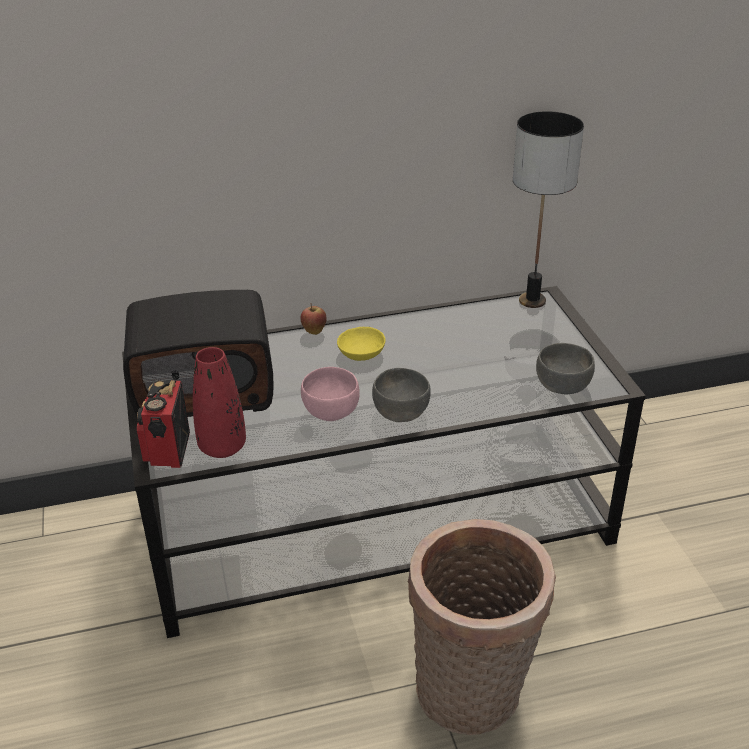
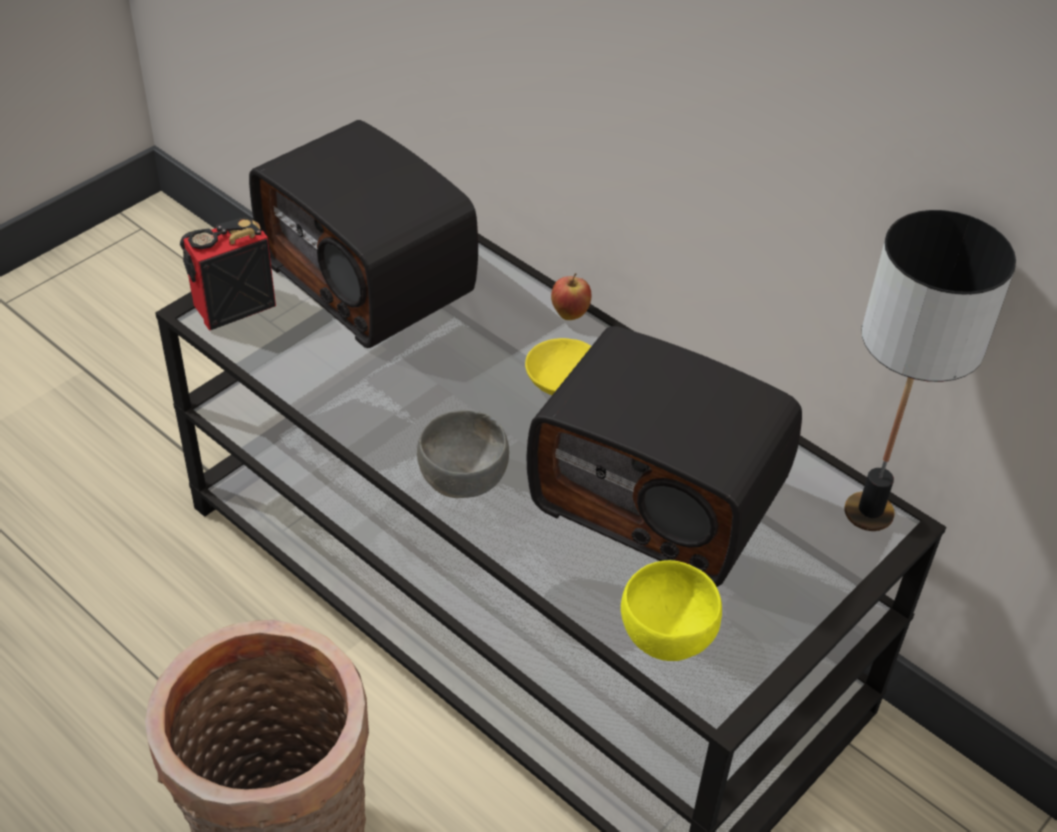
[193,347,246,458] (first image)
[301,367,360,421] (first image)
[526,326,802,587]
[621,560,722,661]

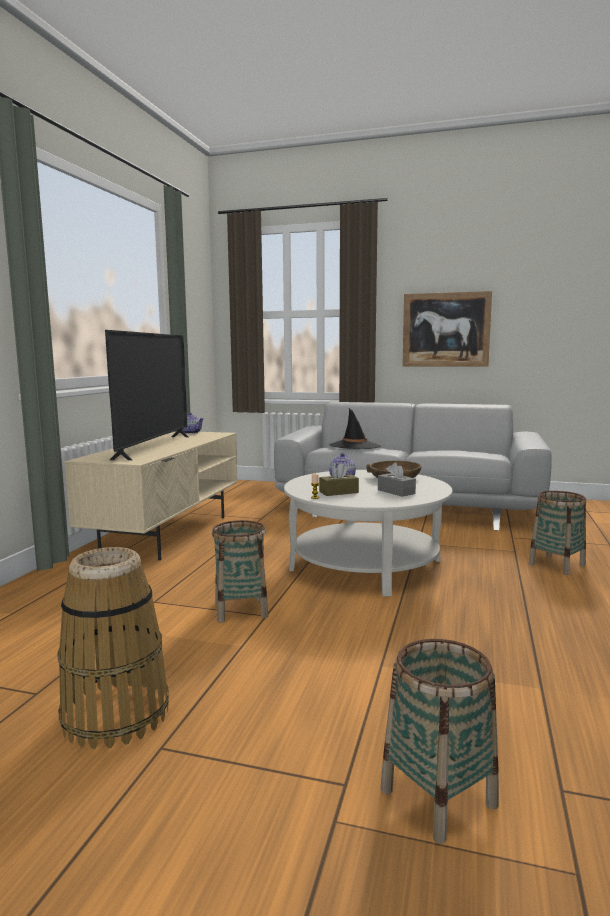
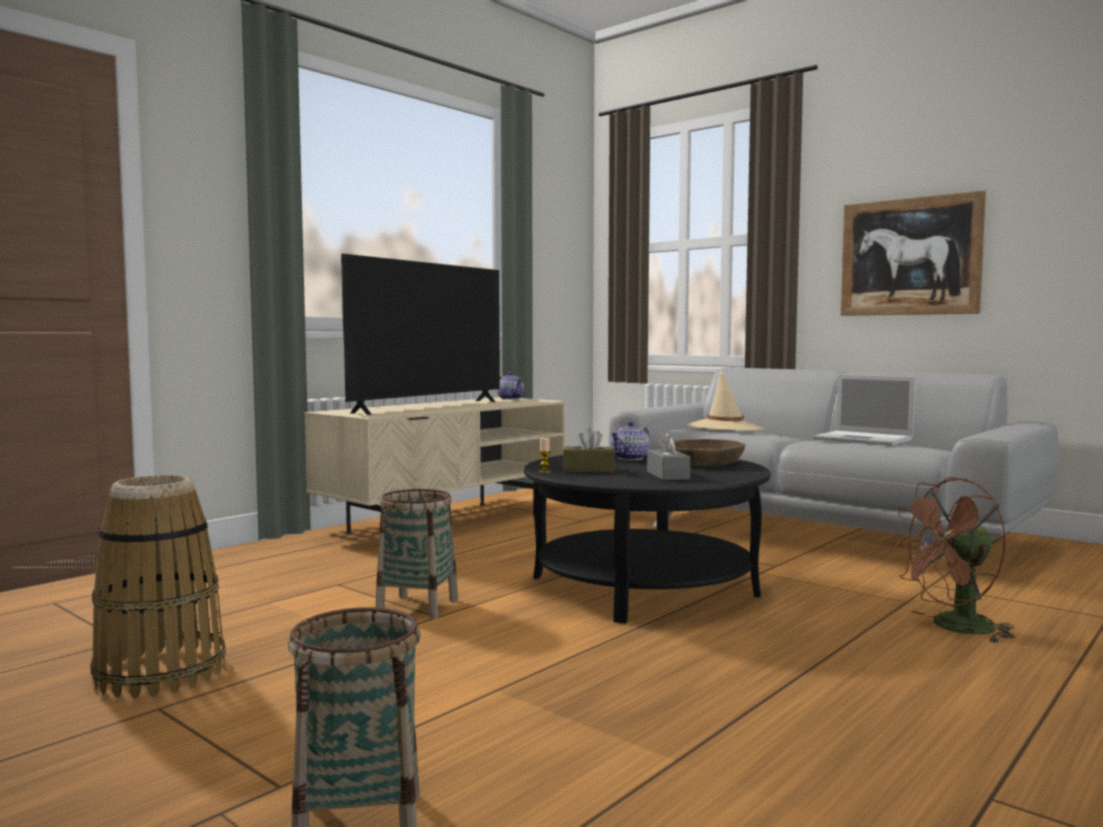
[813,374,916,446]
[891,477,1015,643]
[524,455,770,623]
[687,371,764,431]

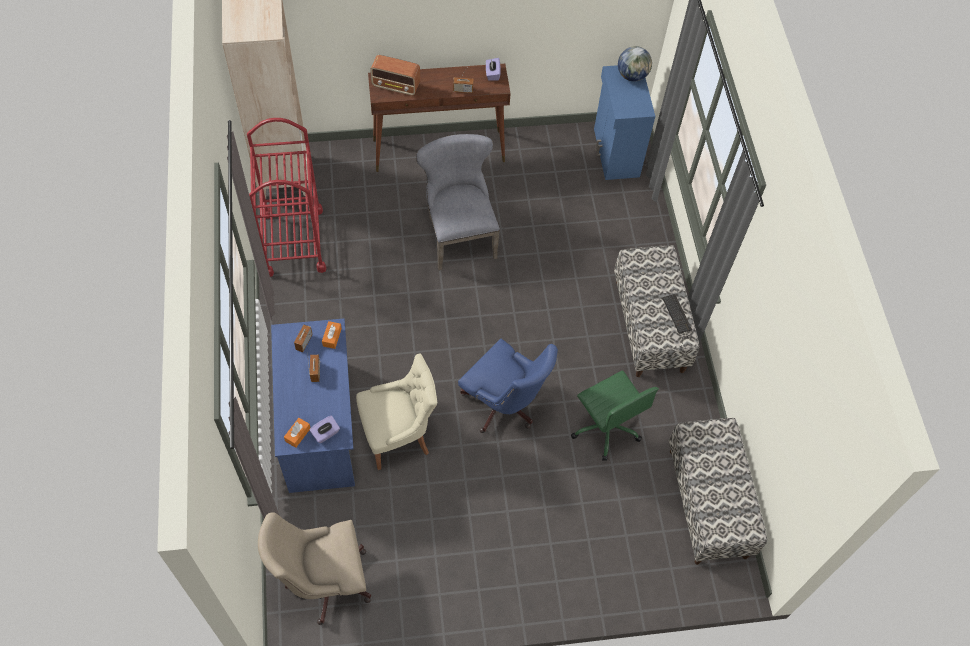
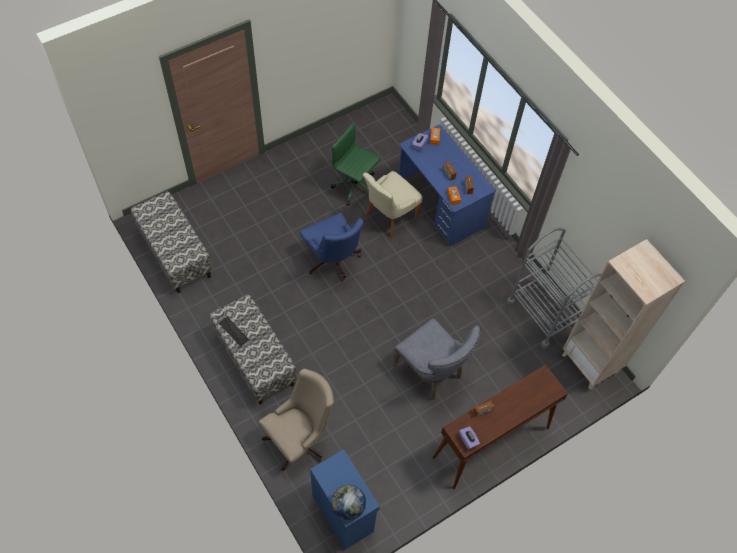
[370,55,420,95] (first image)
[259,369,334,471]
[331,123,380,205]
[506,227,602,349]
[300,213,364,281]

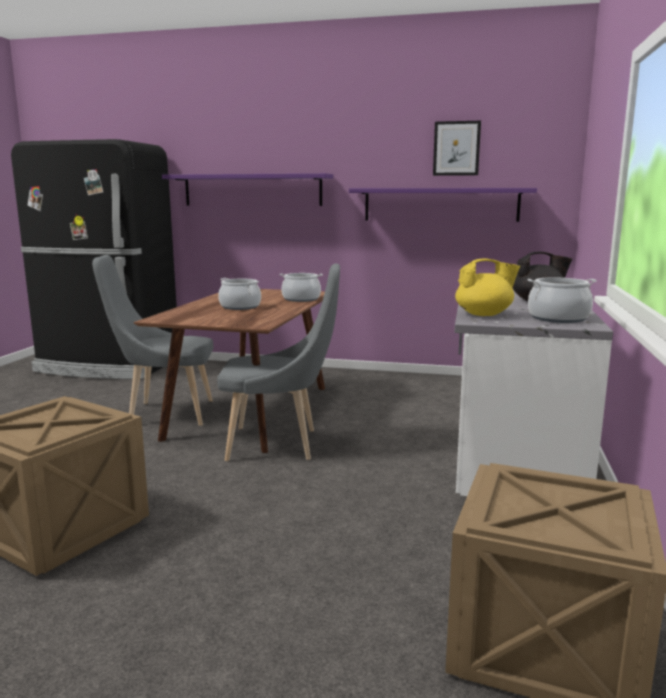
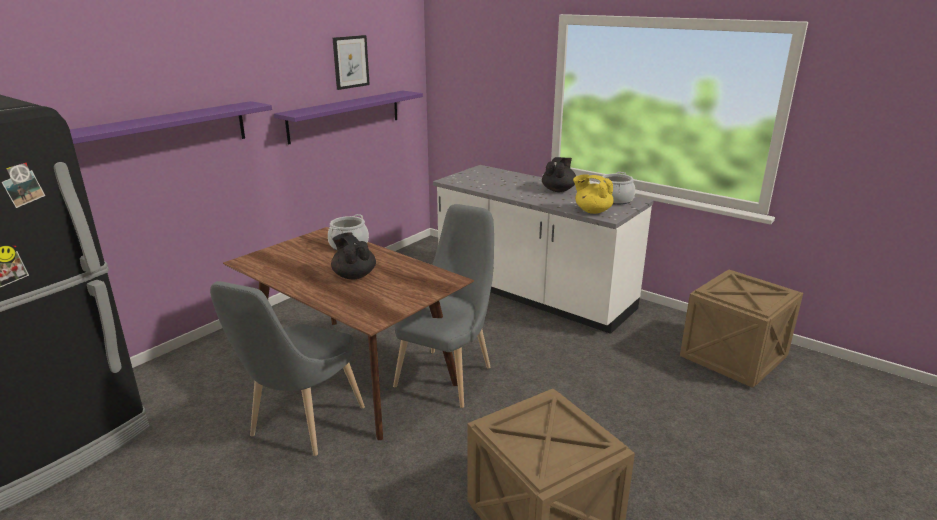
[331,232,376,279]
[573,174,614,214]

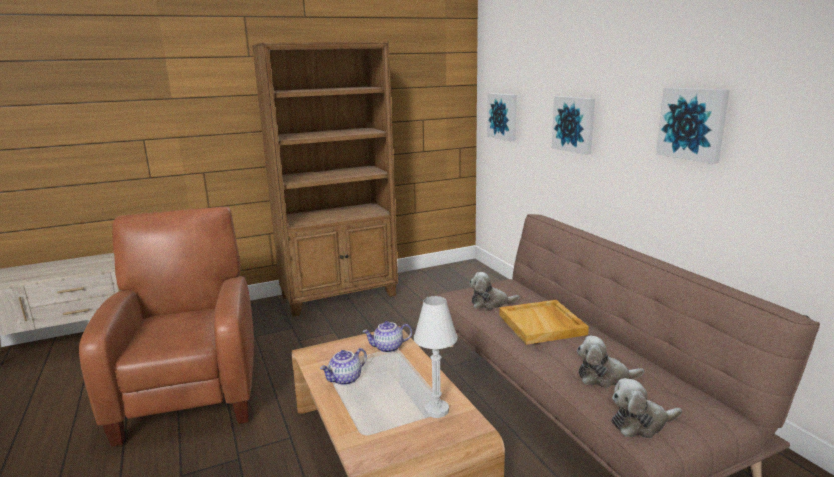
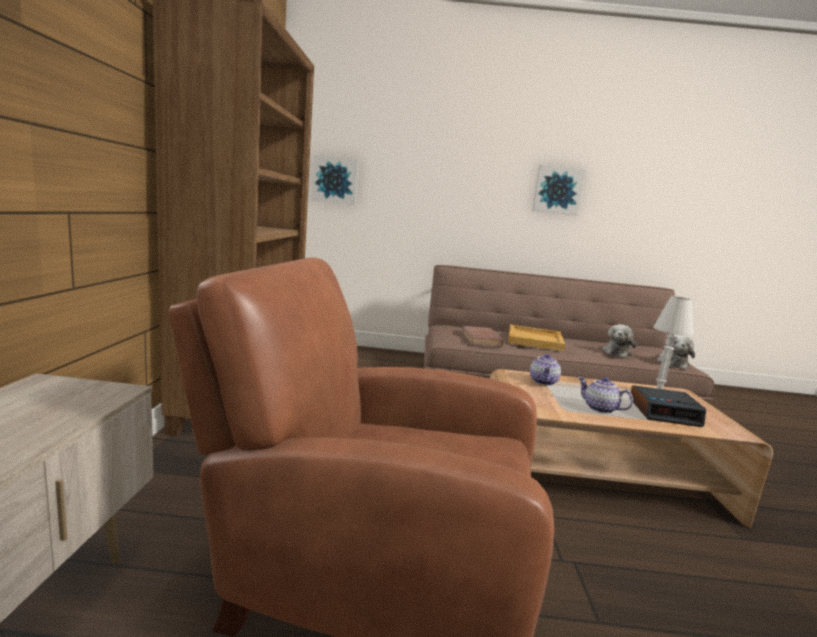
[552,96,595,155] (first image)
[630,385,706,427]
[461,326,503,347]
[578,377,633,414]

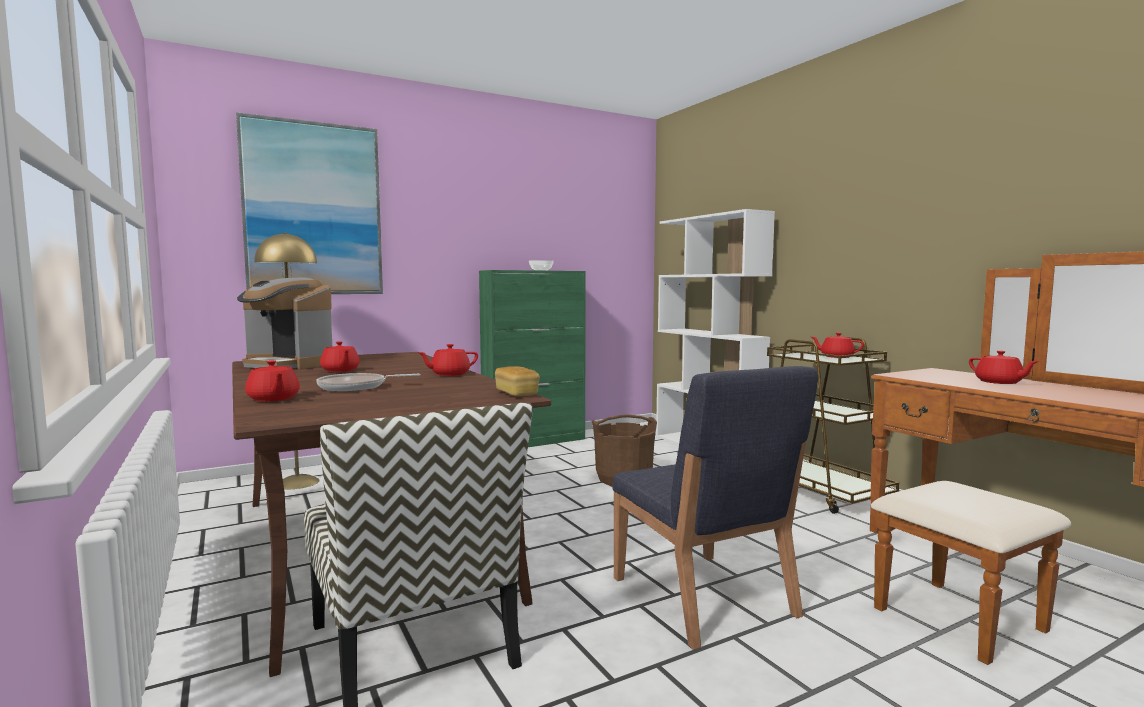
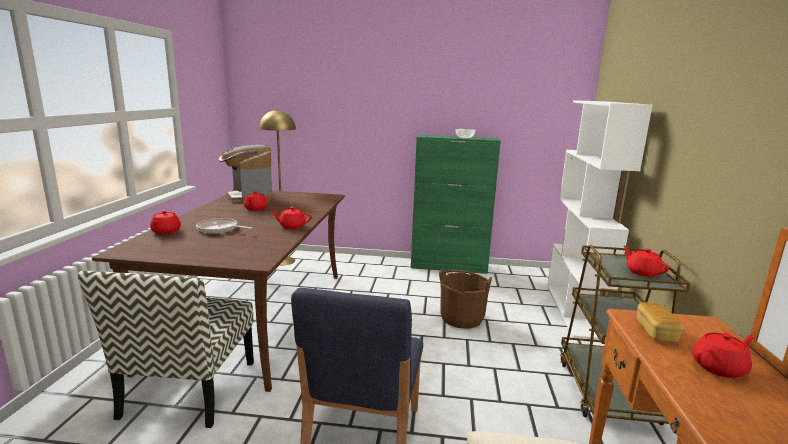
[236,112,383,294] (first image)
[637,302,684,342]
[693,332,755,378]

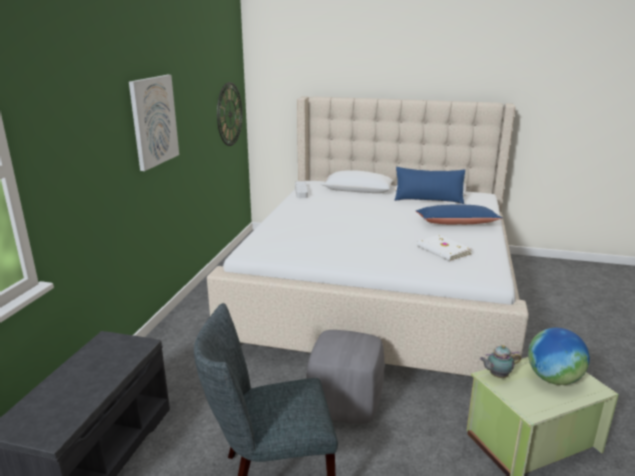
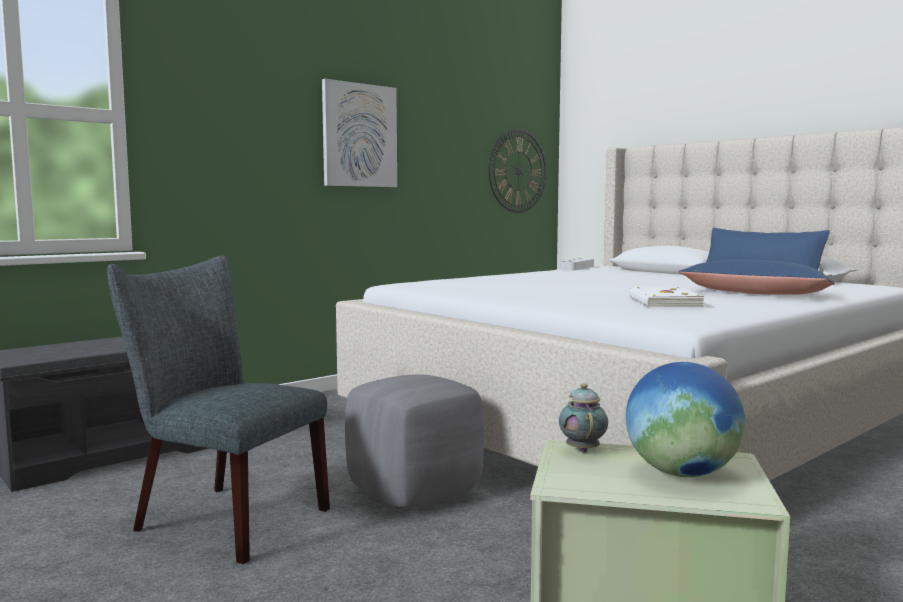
[559,383,608,452]

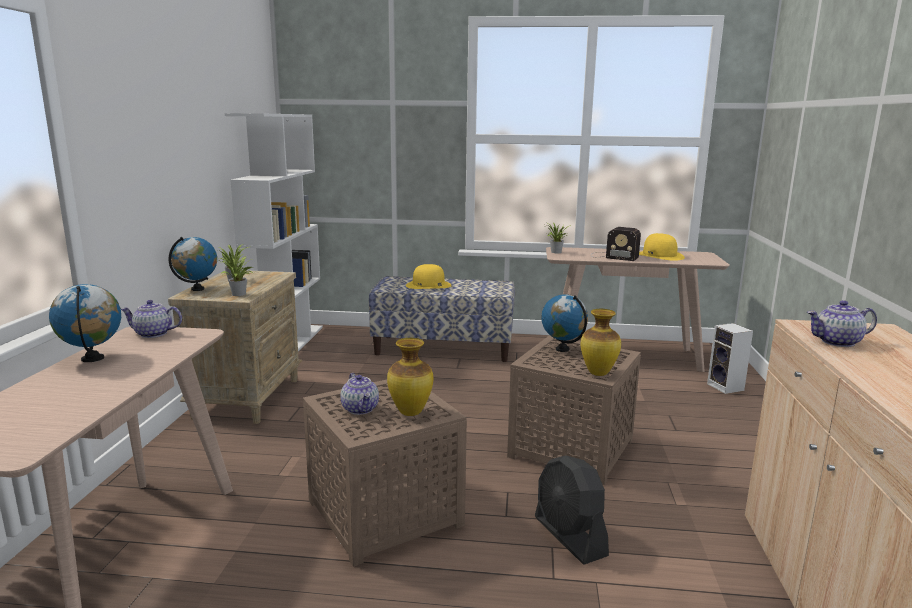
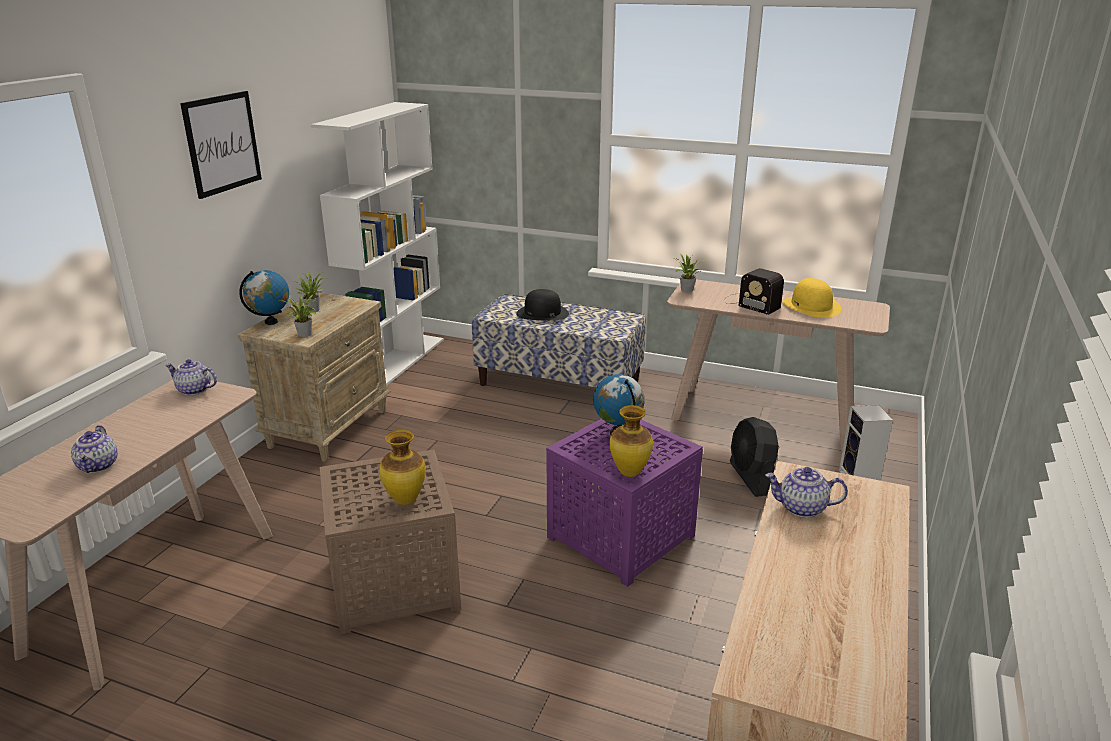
[49,284,121,362] (first image)
[180,91,262,199]
[71,425,118,473]
[730,417,779,497]
[517,289,569,321]
[546,418,703,587]

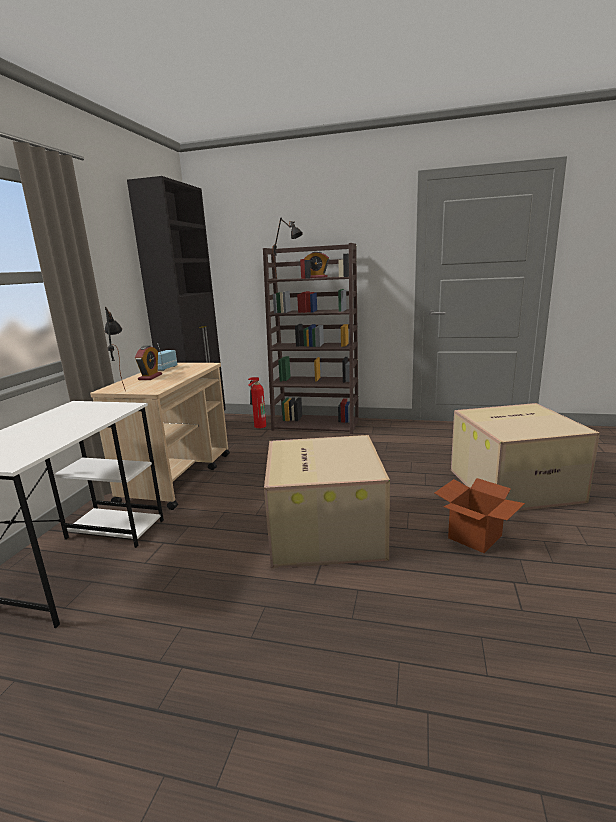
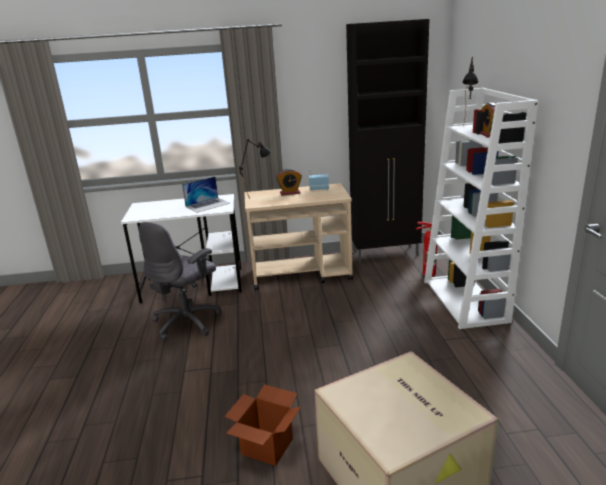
[264,435,390,568] (first image)
[139,222,221,341]
[182,177,230,213]
[424,88,538,329]

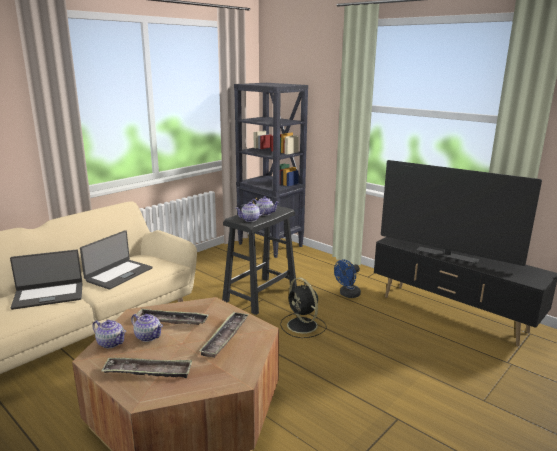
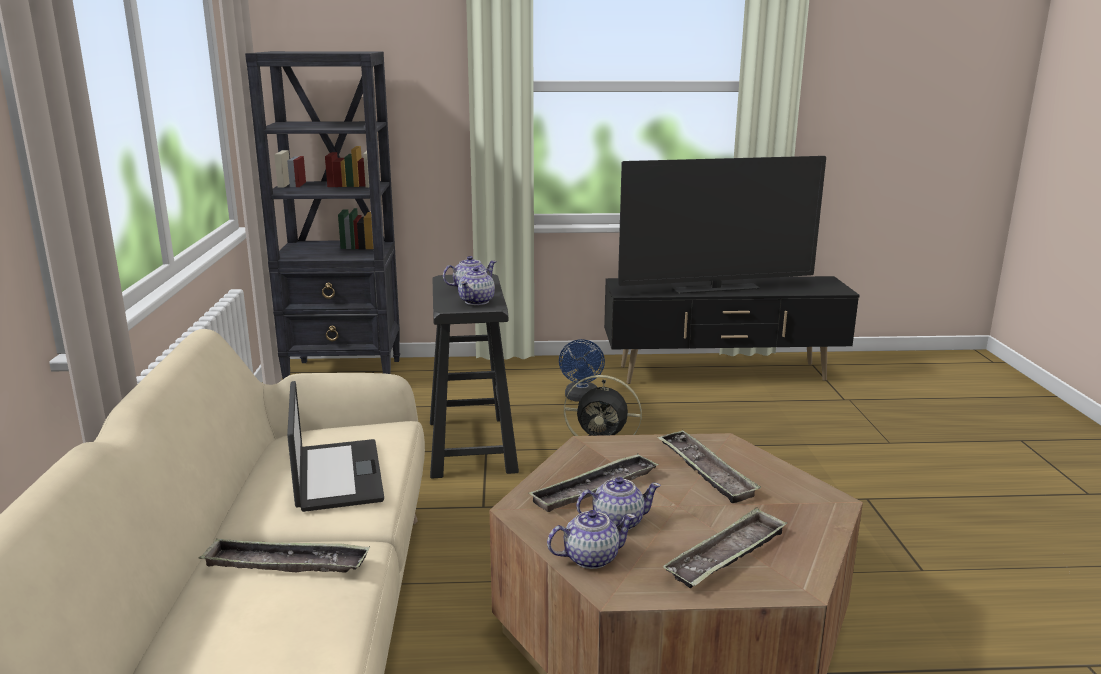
[199,538,370,573]

